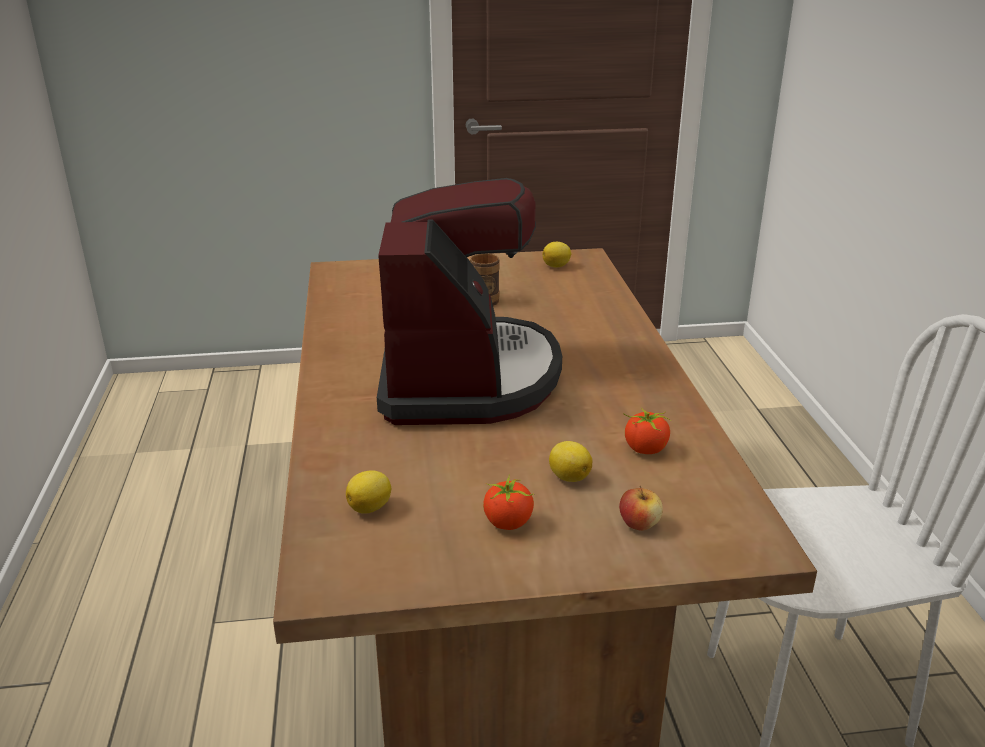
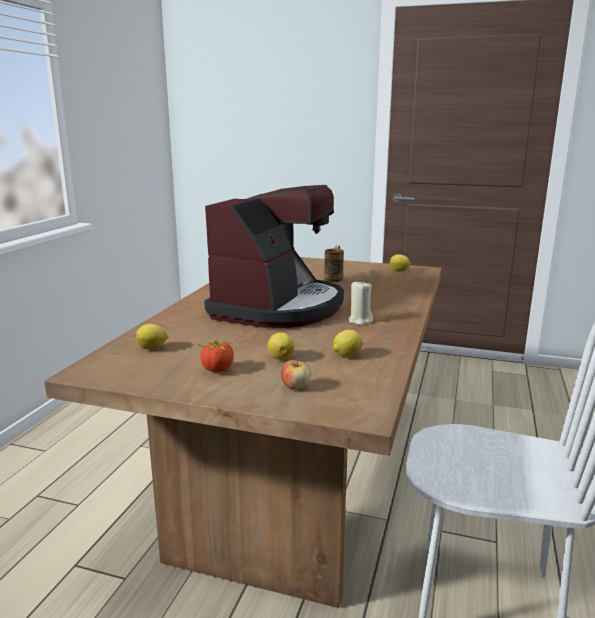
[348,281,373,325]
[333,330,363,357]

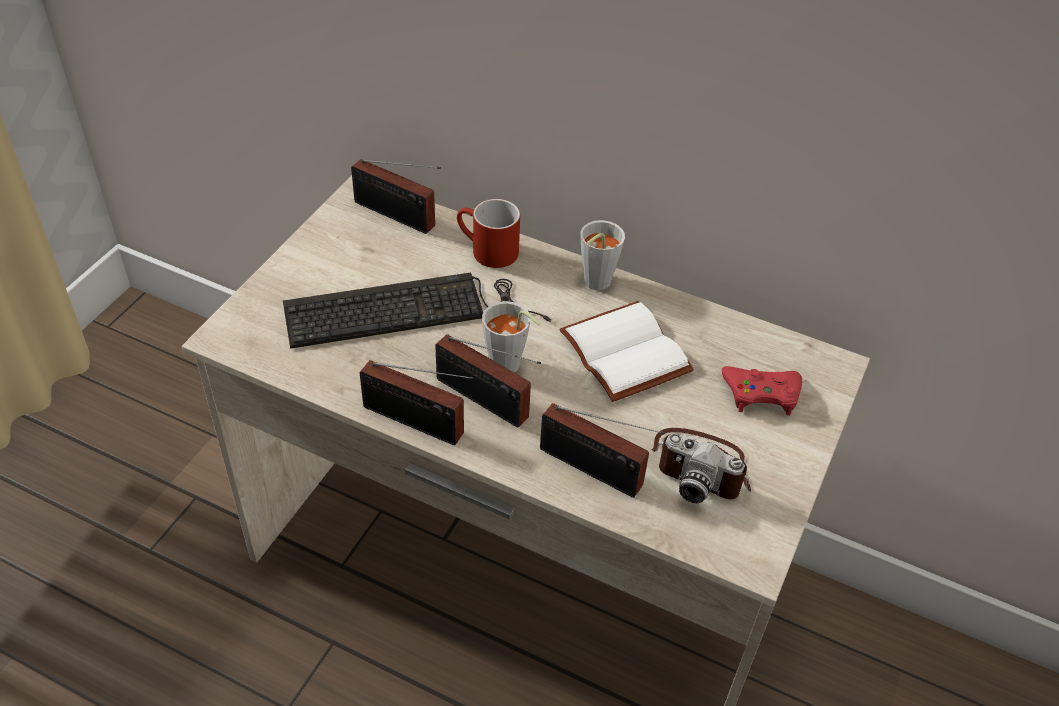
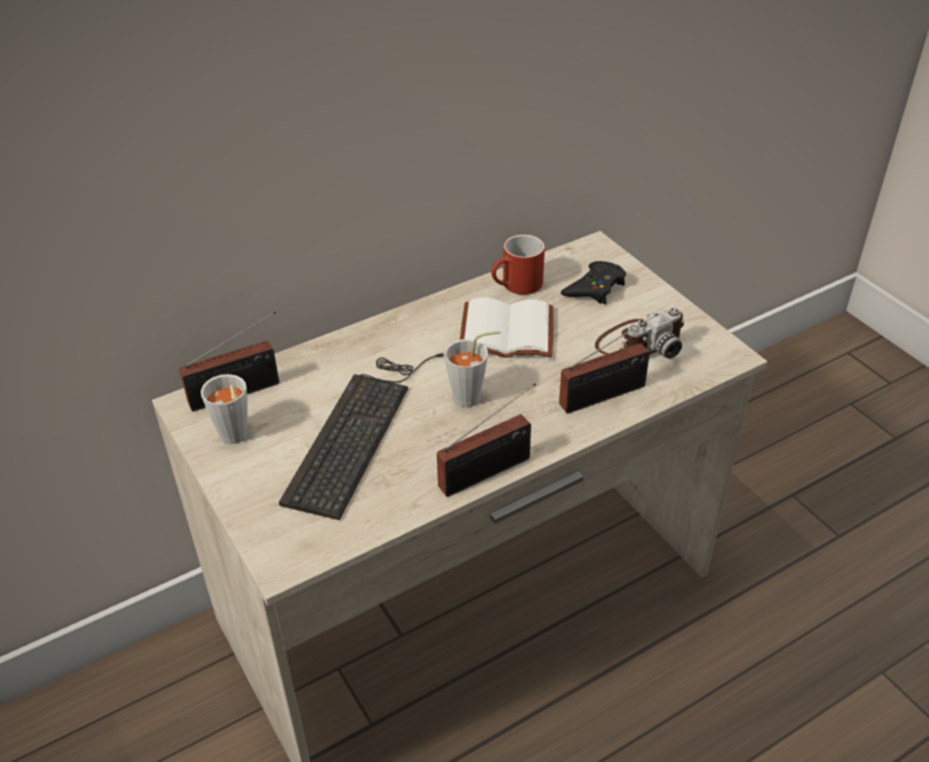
[435,334,541,428] (first image)
[491,234,545,295]
[201,374,248,444]
[561,261,626,304]

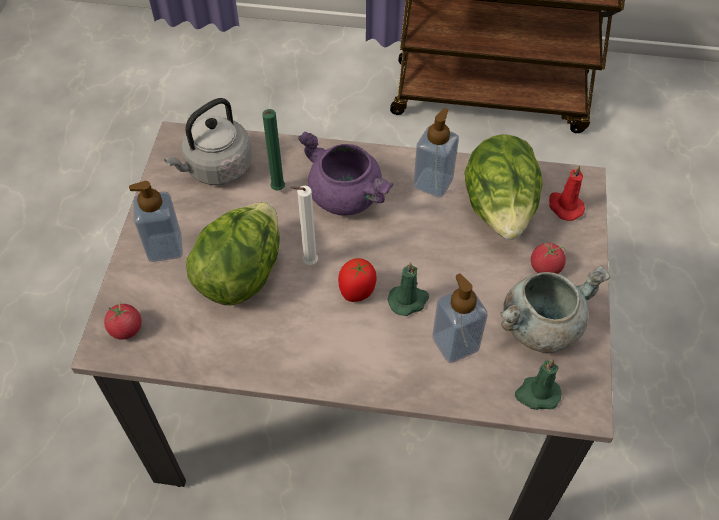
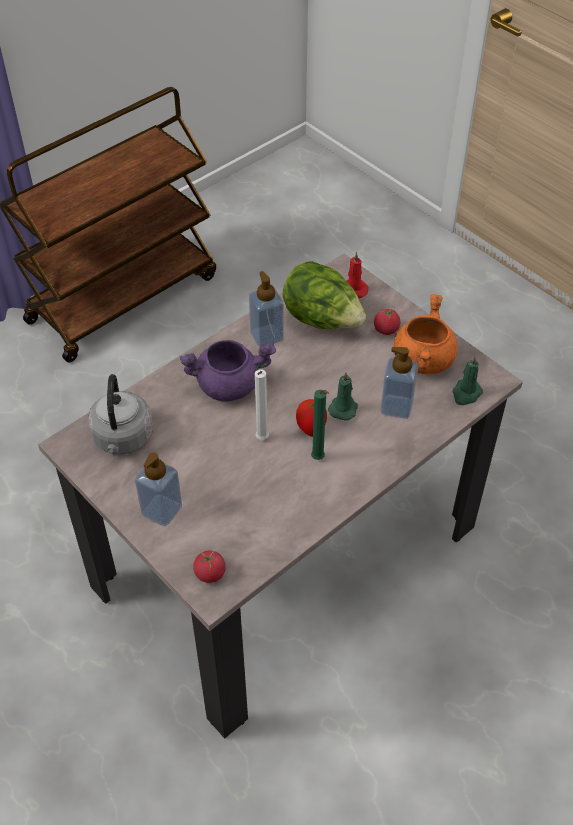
[186,202,280,305] (first image)
[311,390,329,460]
[394,294,458,374]

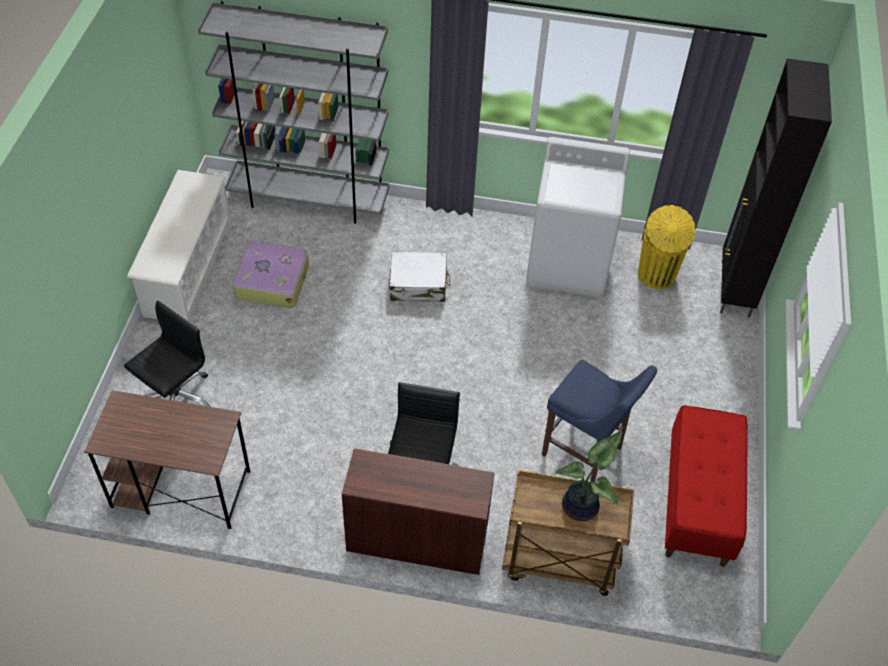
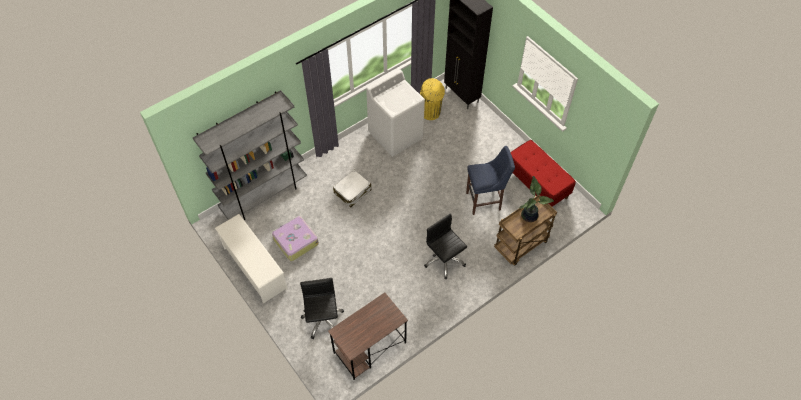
[341,448,495,575] (first image)

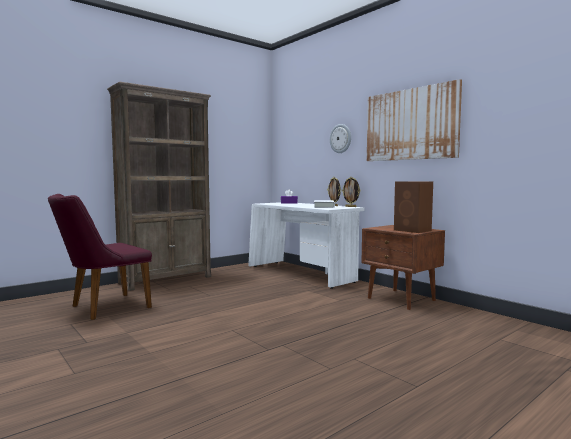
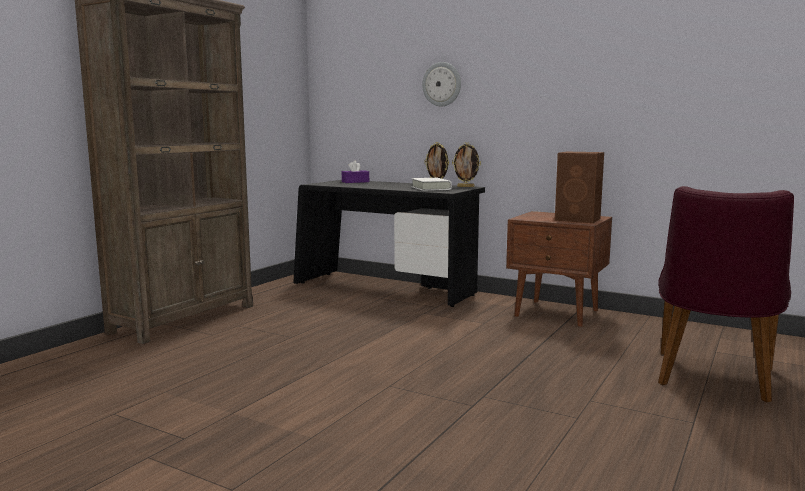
[367,79,462,161] (first image)
[658,186,794,402]
[293,180,485,307]

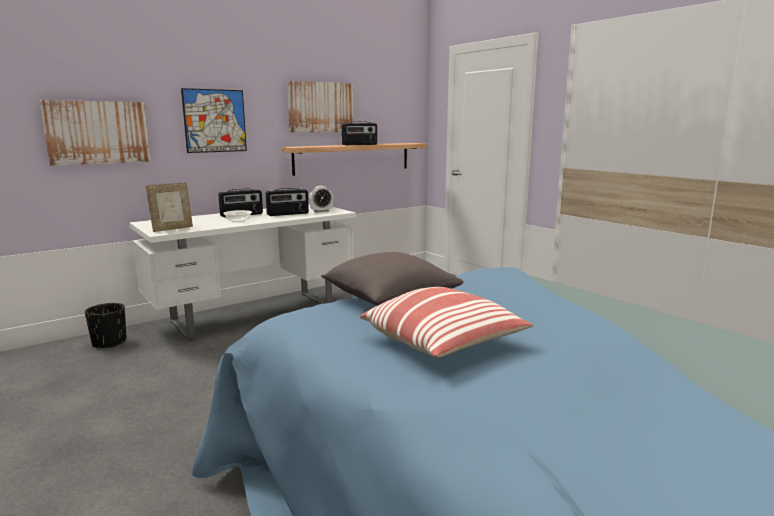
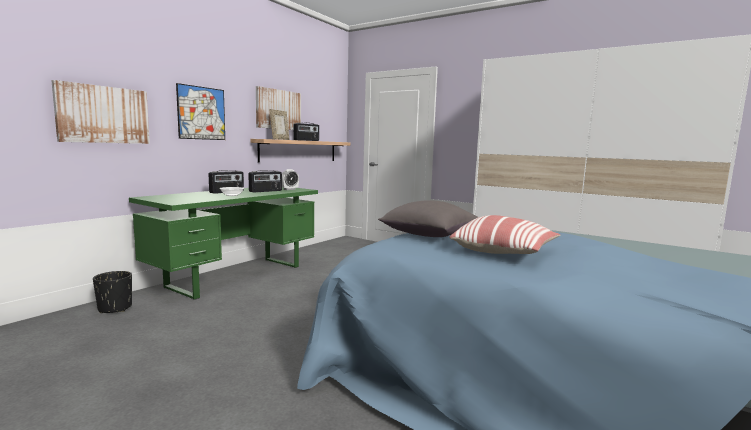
[270,109,289,140]
[129,188,318,300]

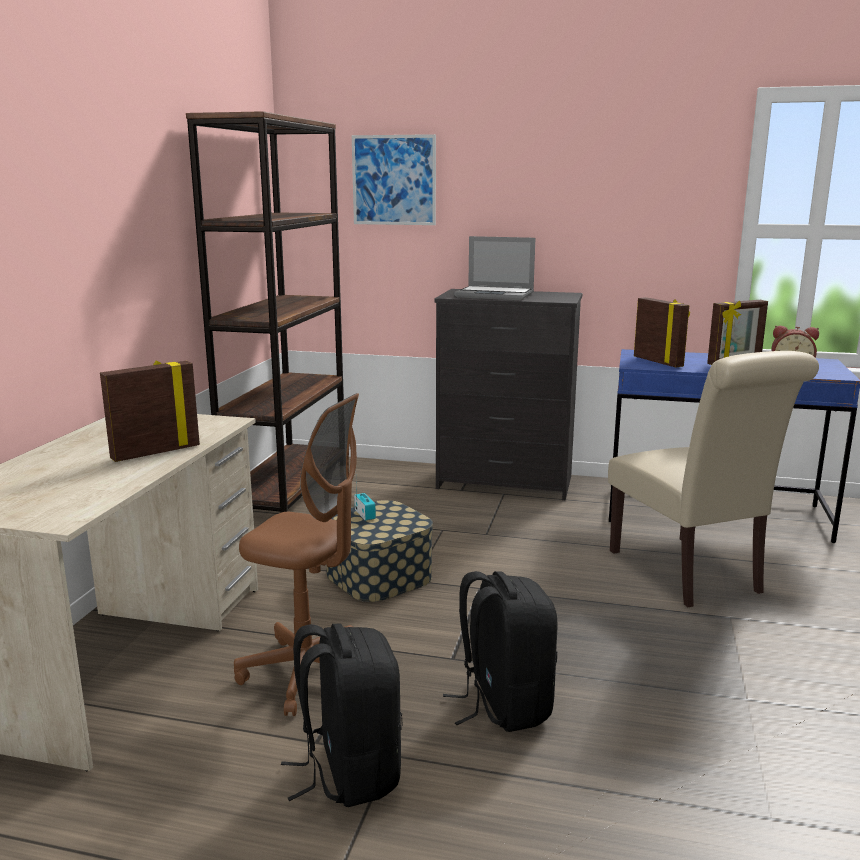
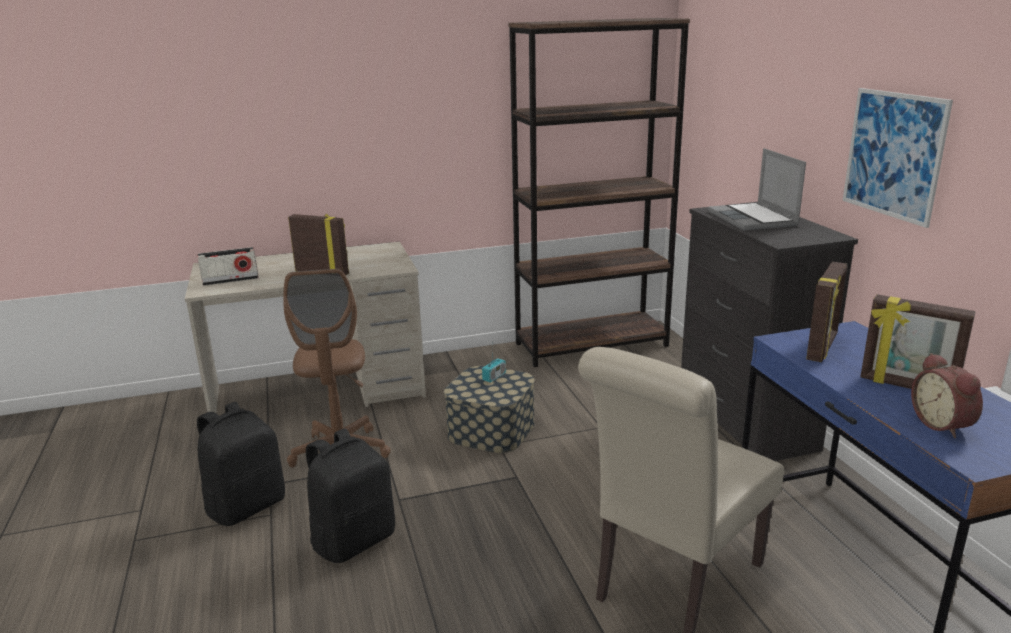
[197,247,259,286]
[843,88,953,228]

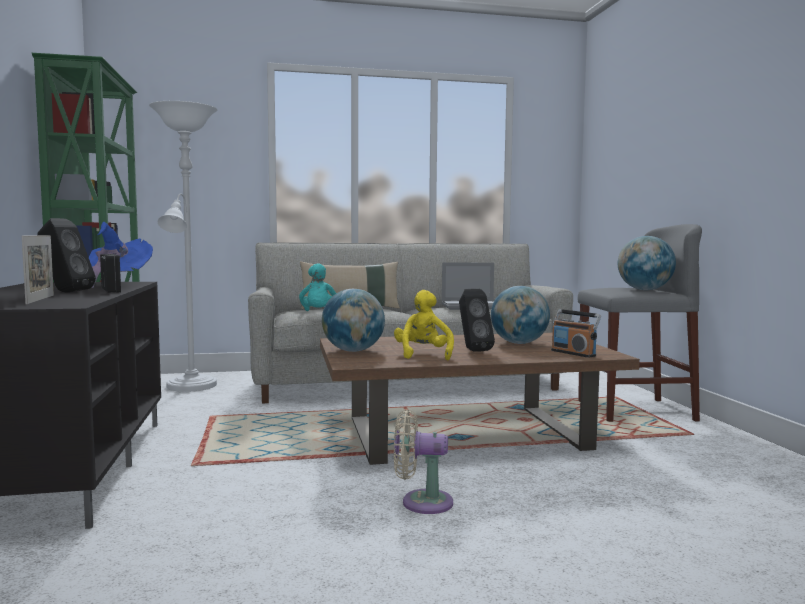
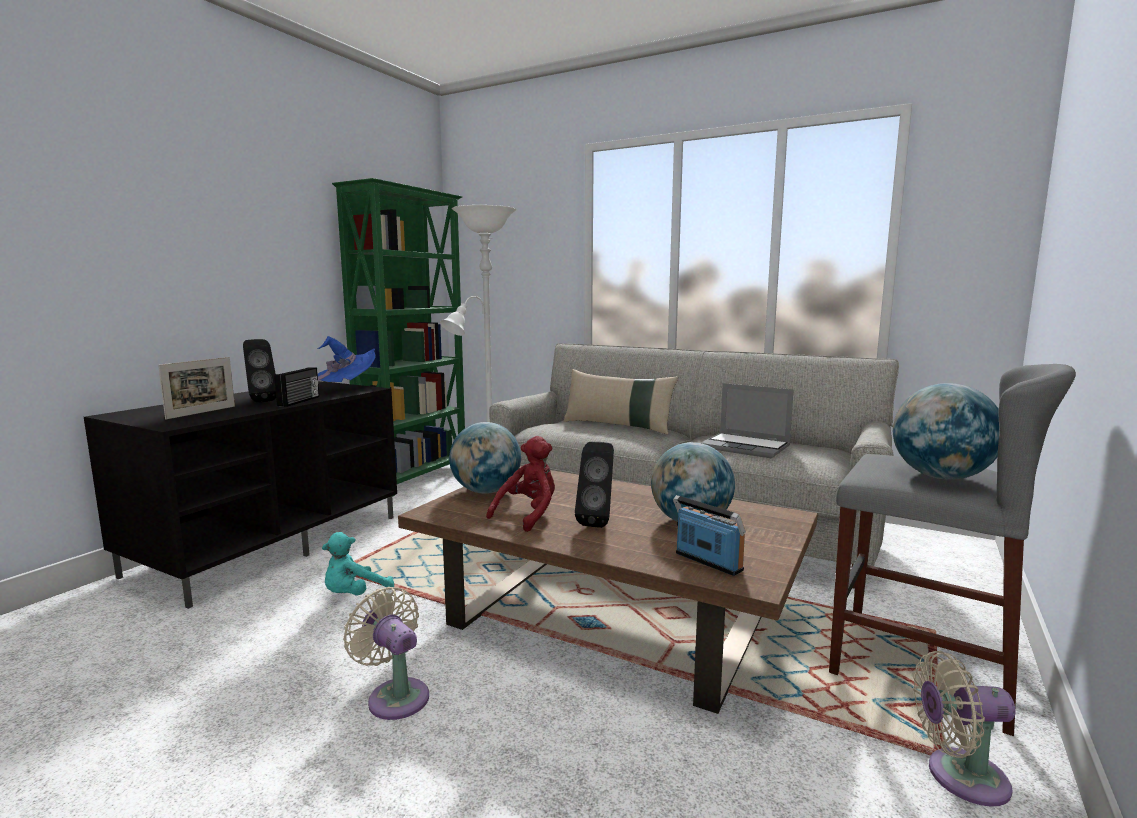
[913,651,1016,807]
[322,532,394,595]
[486,436,555,532]
[673,495,746,576]

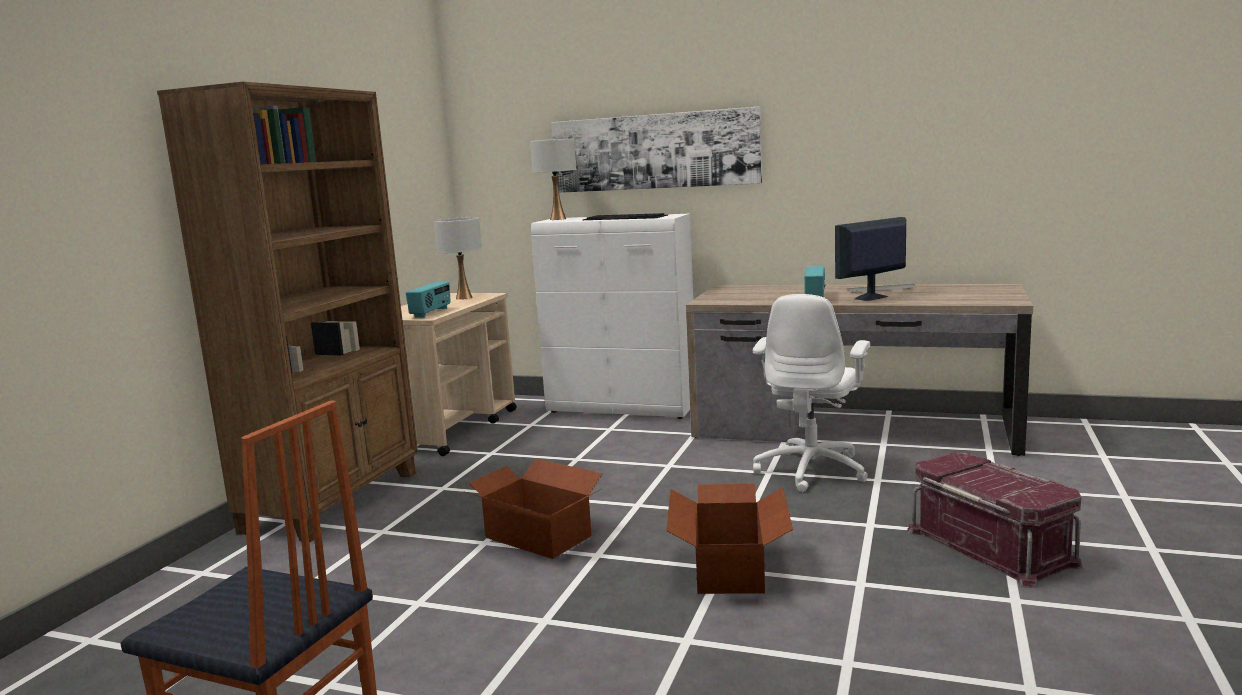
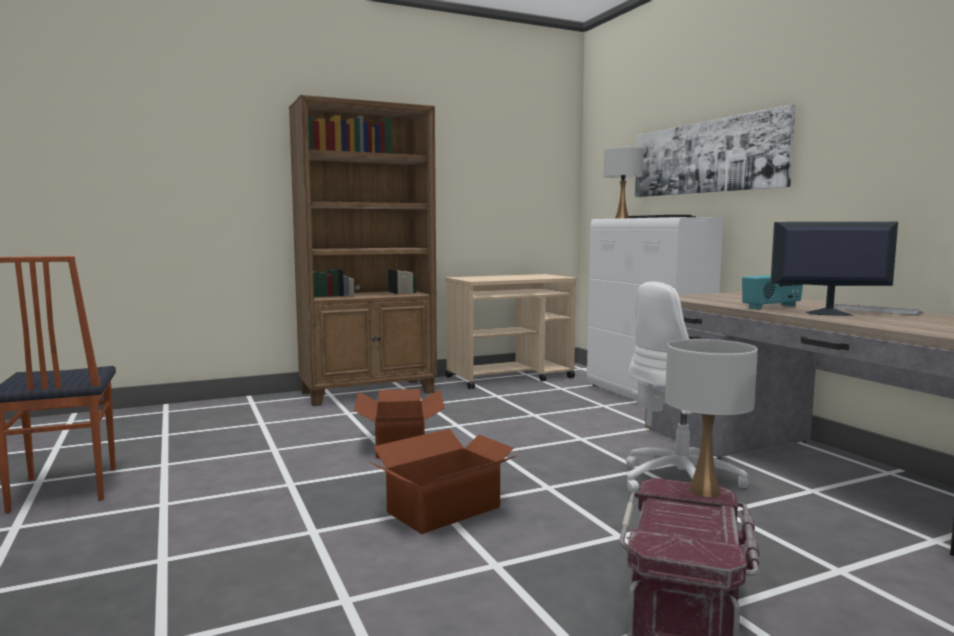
[406,282,451,318] (first image)
[665,339,758,497]

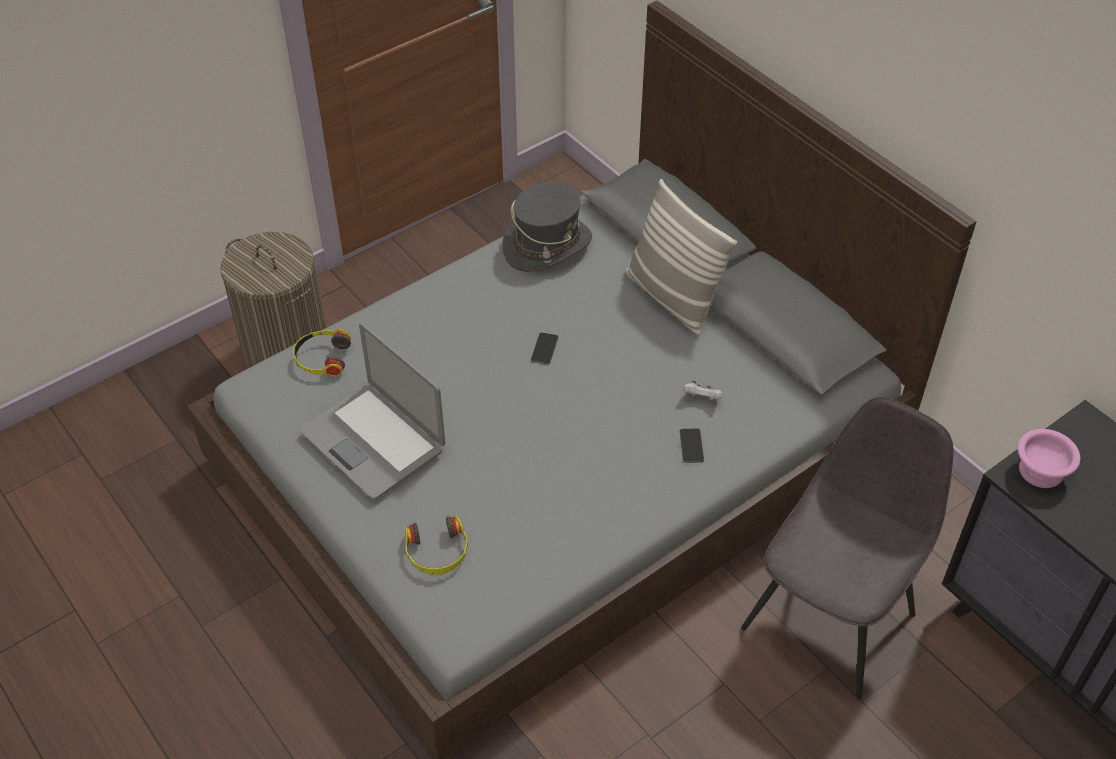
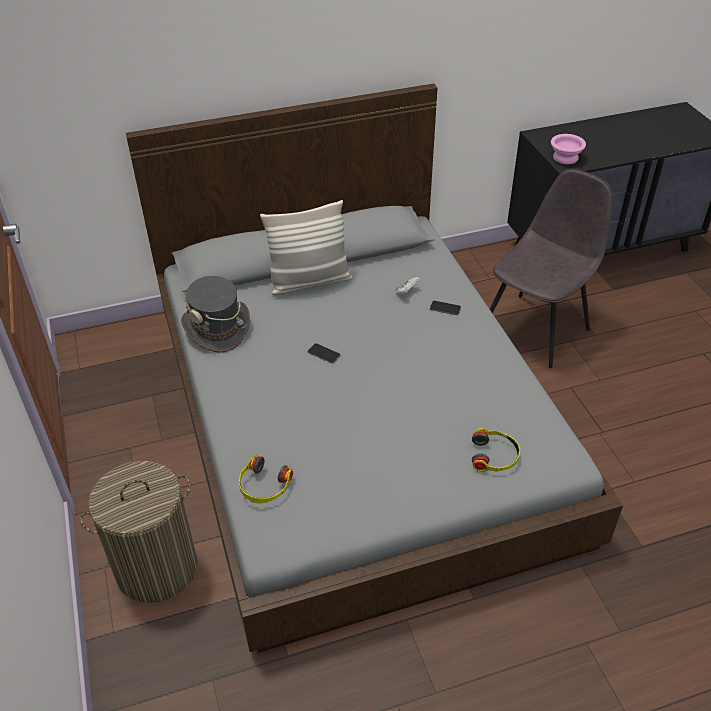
[300,323,445,499] (first image)
[490,169,612,368]

